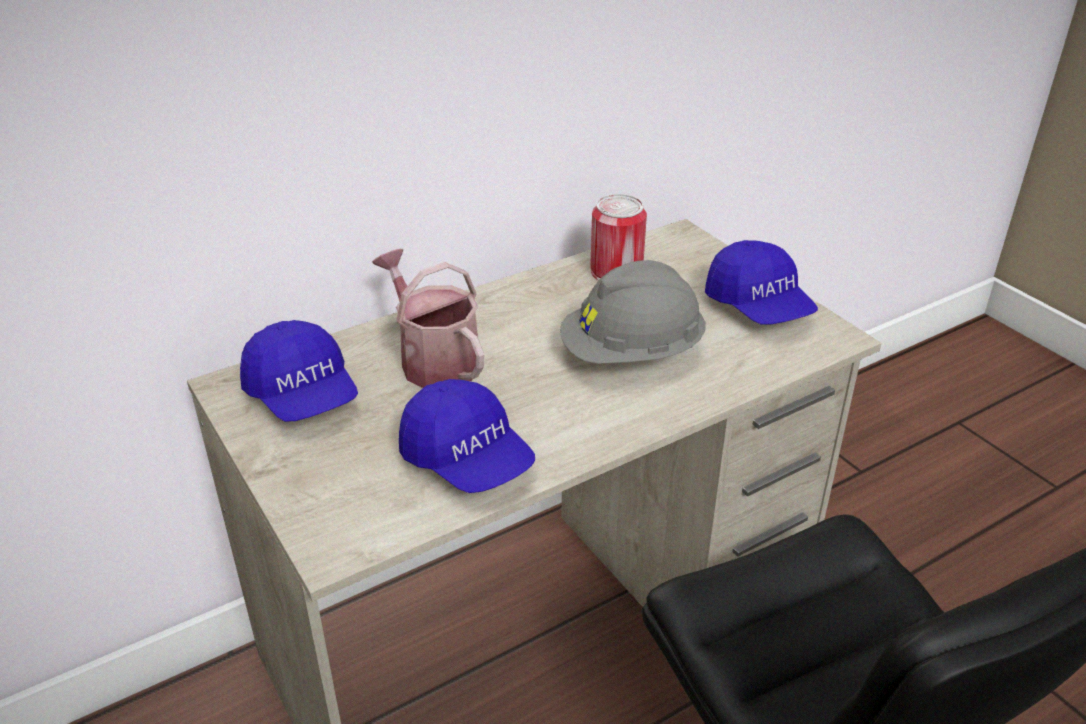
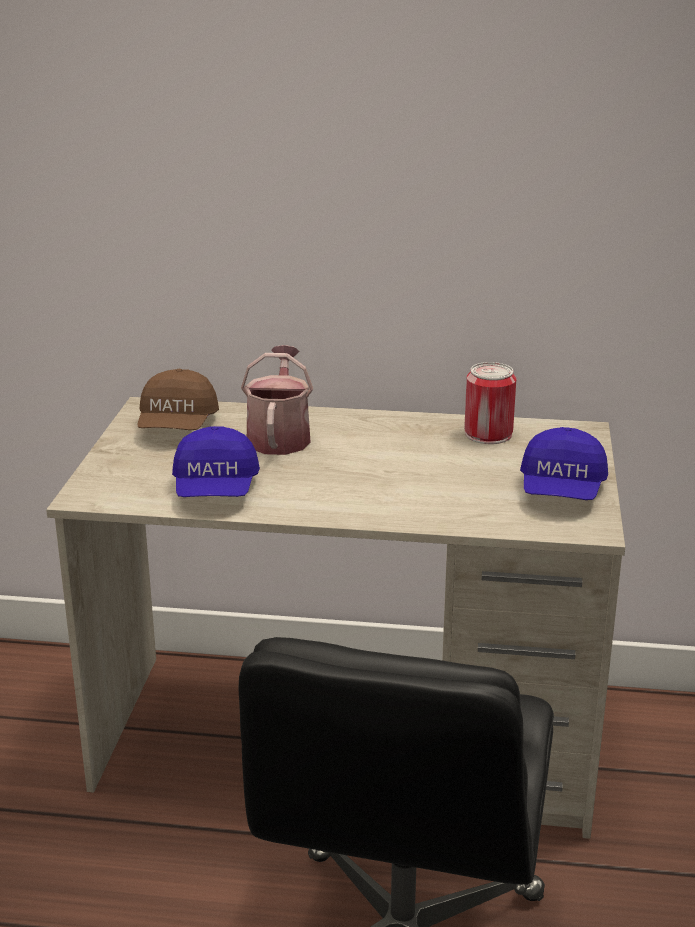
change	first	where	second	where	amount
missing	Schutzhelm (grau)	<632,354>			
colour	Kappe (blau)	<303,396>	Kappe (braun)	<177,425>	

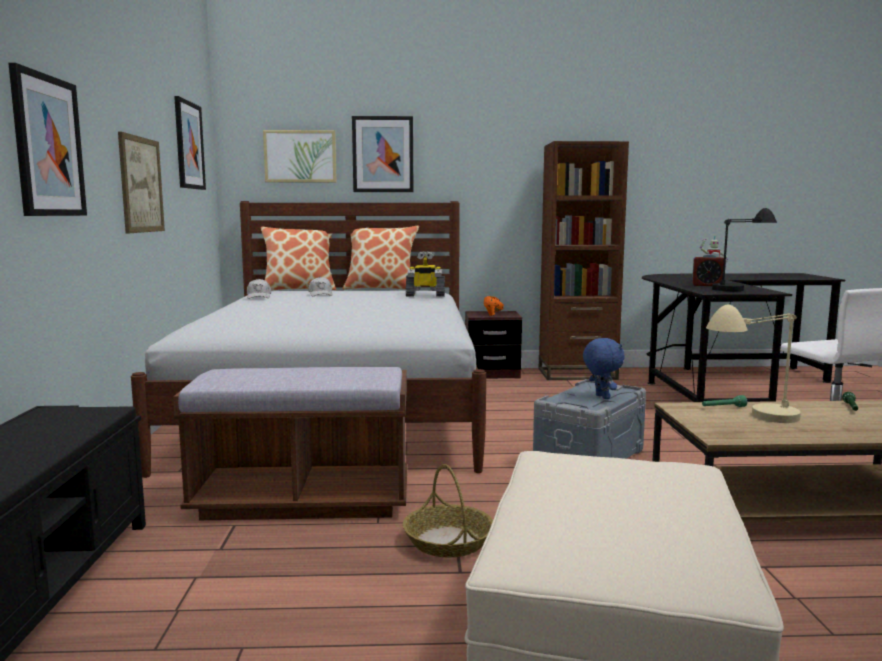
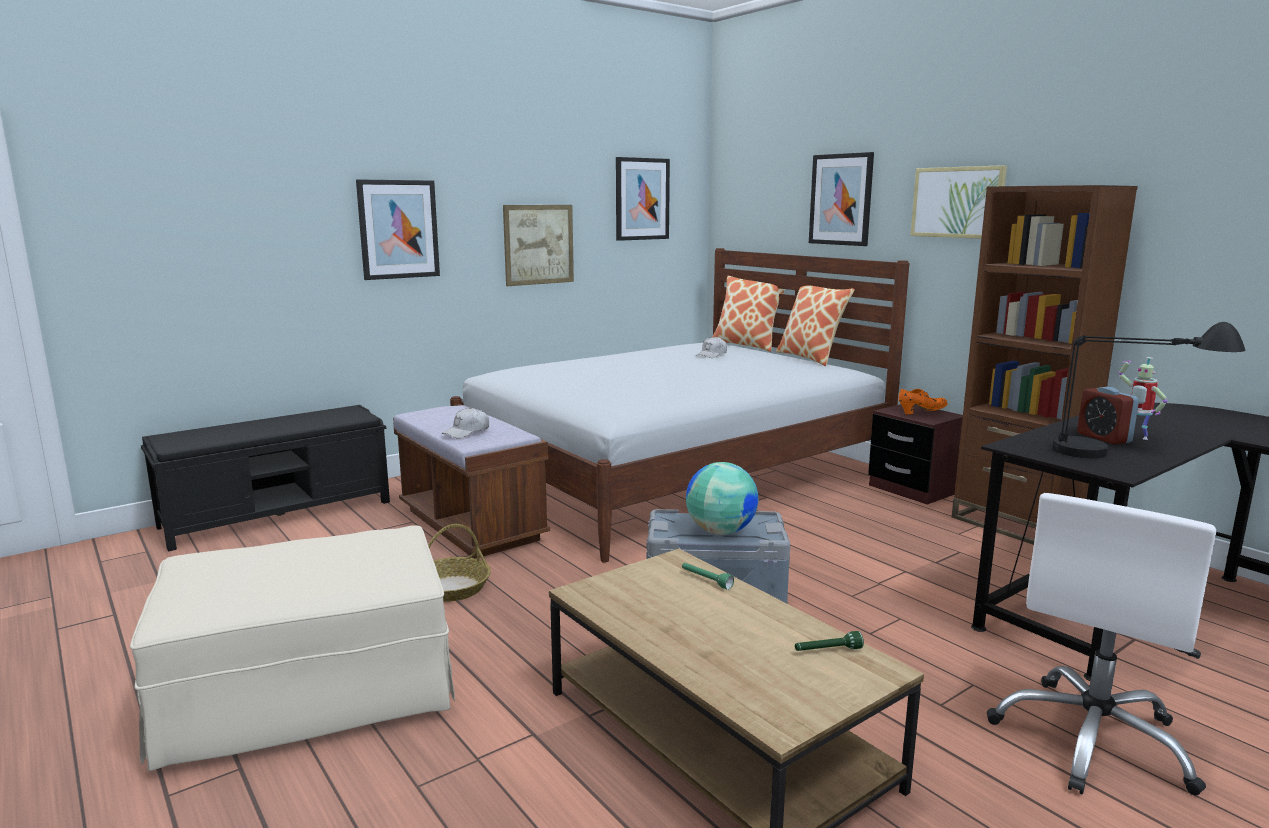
change	first	where	second	where	amount
relocated	Bild	<300,156>		<957,202>	
missing	Spielzeugroboter	<425,295>			
relocated	Kappe (weiß)	<259,296>		<466,432>	
missing	Tischlampe (beige)	<752,423>			
exchanged	Plüschtier (blau)	<601,397>	Globus	<720,531>	

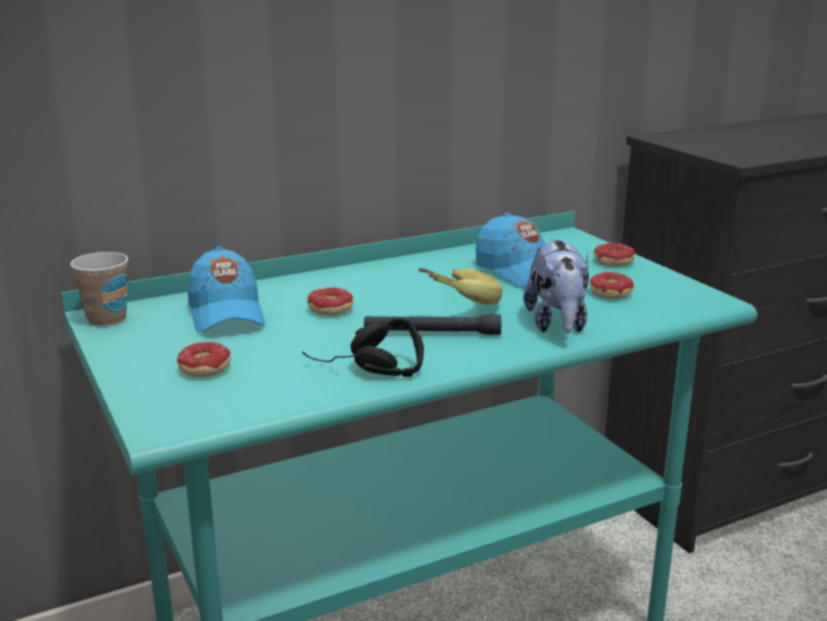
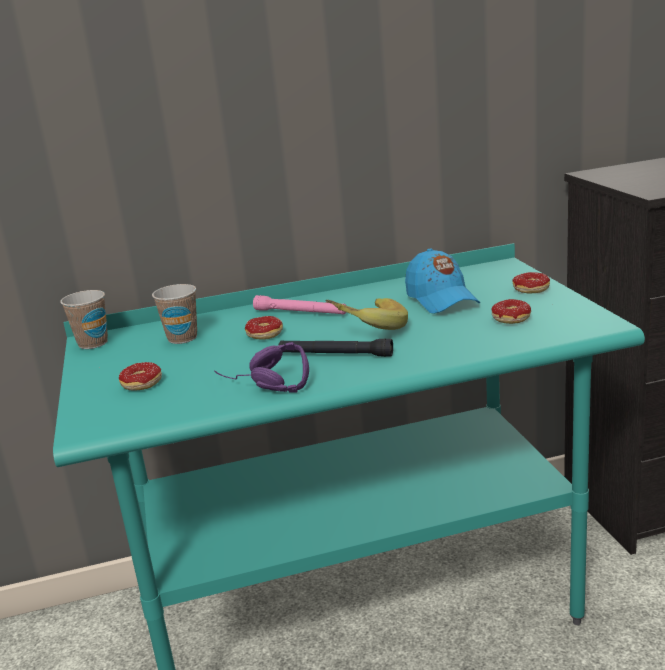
change	first	where	second	where	amount
missing	Plüschtier	<557,325>			
exchanged	Kappe (blau)	<226,313>	Tasse	<182,338>	
colour	Kopfhörer (schwarz)	<364,371>	Kopfhörer (lila)	<262,387>	
appeared			Taschenlampe (rosa)	<300,313>	

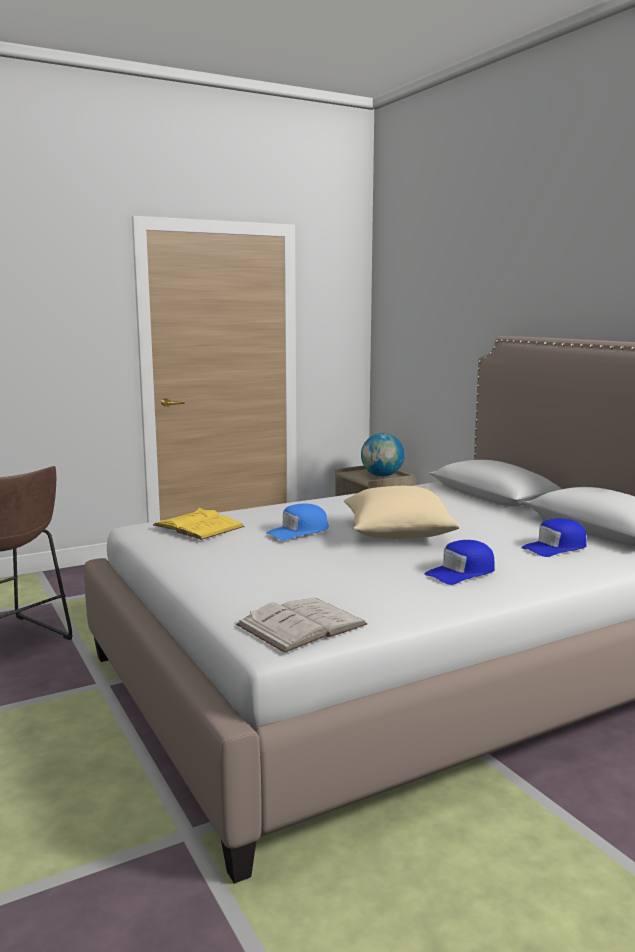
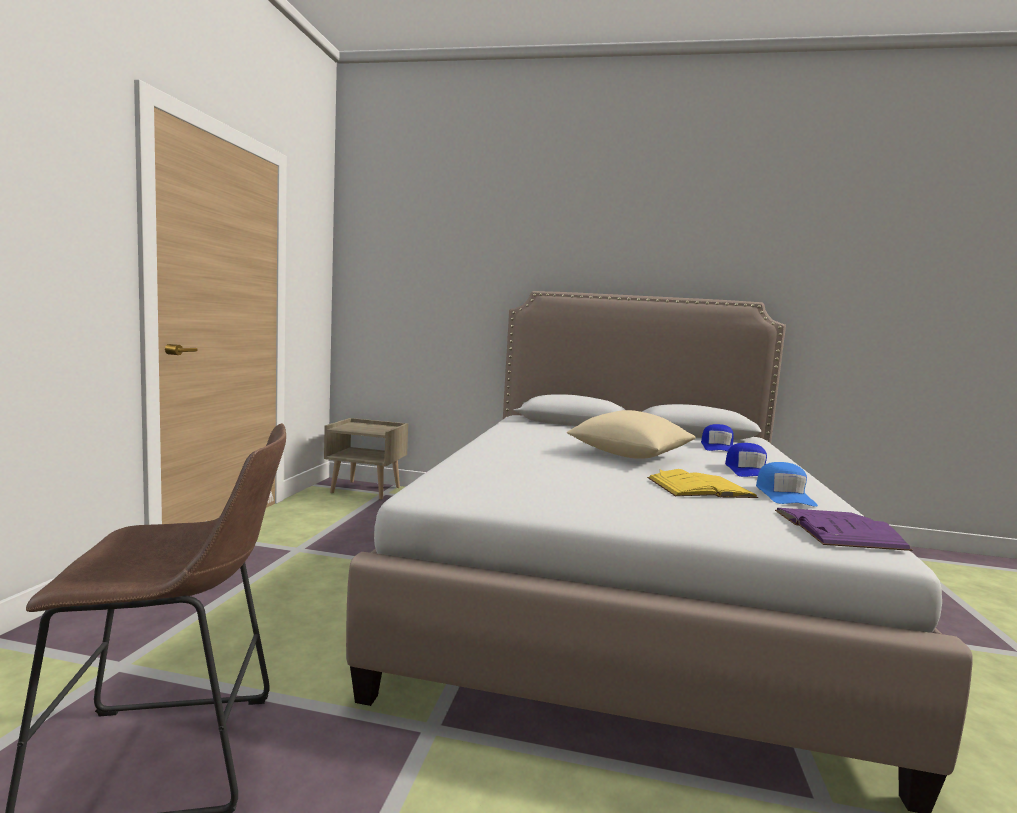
change	first	where	second	where	amount
missing	Globus	<382,475>			
relocated	Kappe (blau)	<298,531>		<783,495>	
relocated	Buch (gelb)	<198,526>		<700,487>	
colour	Buch (weiß)	<301,624>	Buch (lila)	<837,529>	

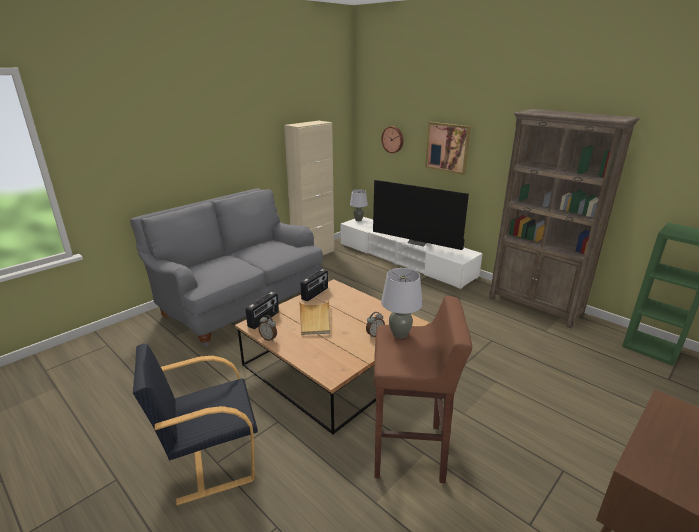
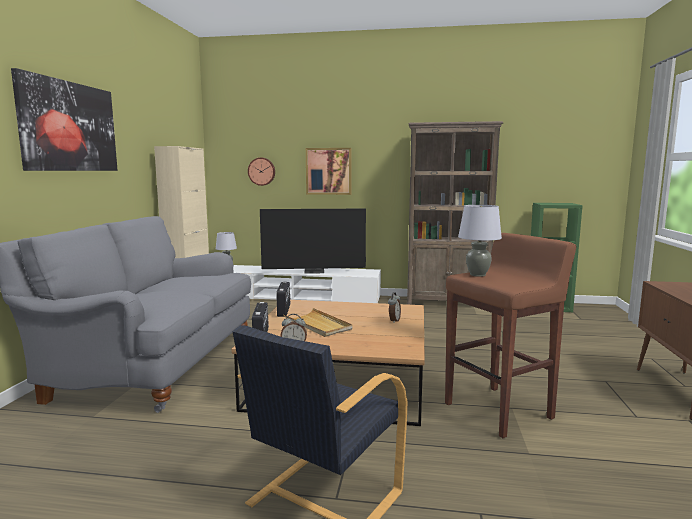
change	first	where	second	where	amount
appeared			Bild	<69,126>	

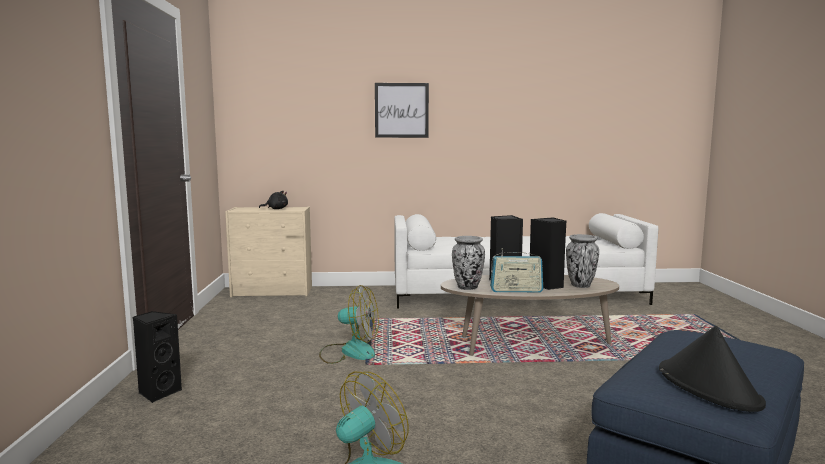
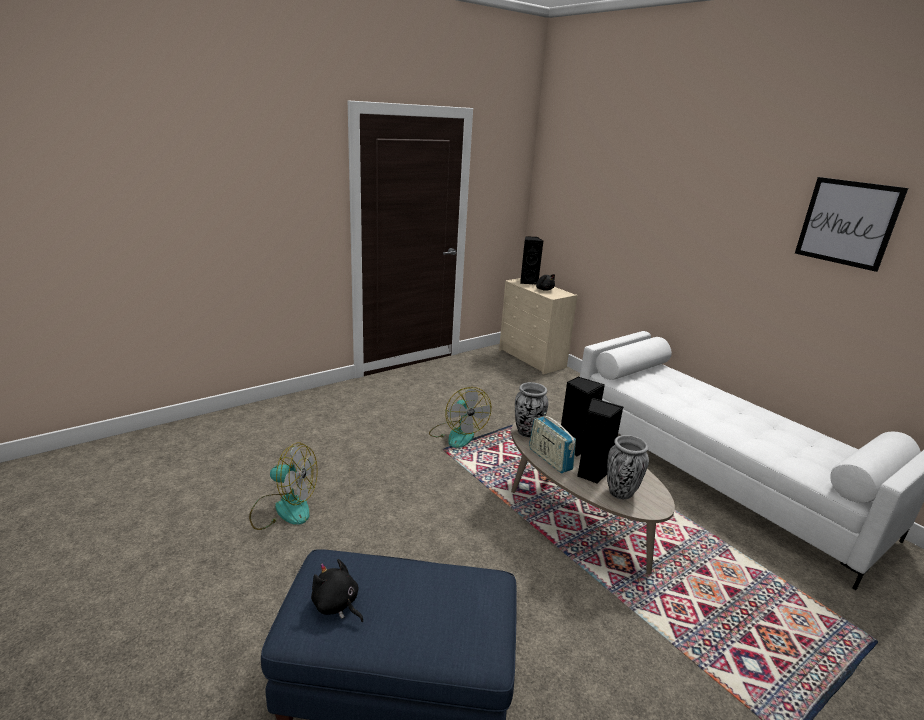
change	first	where	second	where	amount
relocated	Bild	<401,110>		<847,223>	
relocated	Lautsprecher (schwarz)	<158,393>		<528,282>	
exchanged	Hut (schwarz)	<708,387>	Plüschtier (schwarz)	<337,605>	

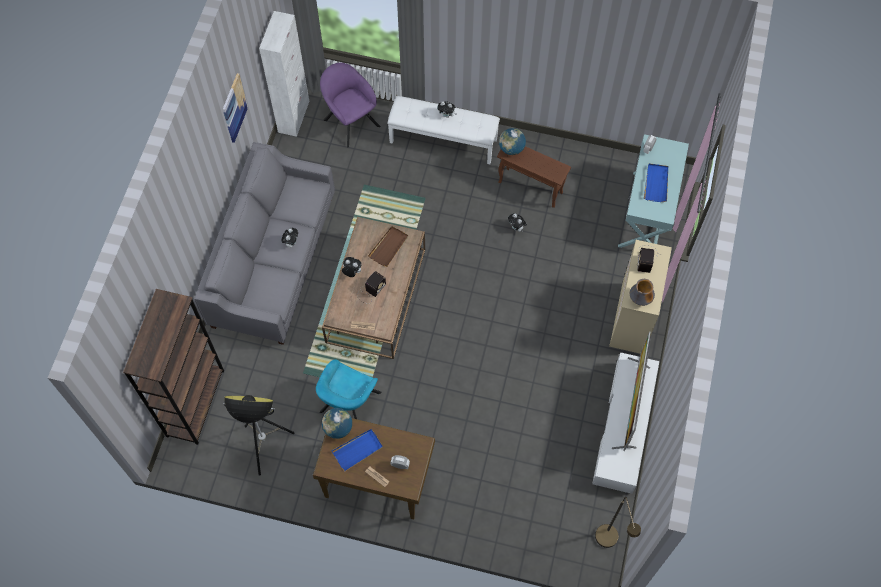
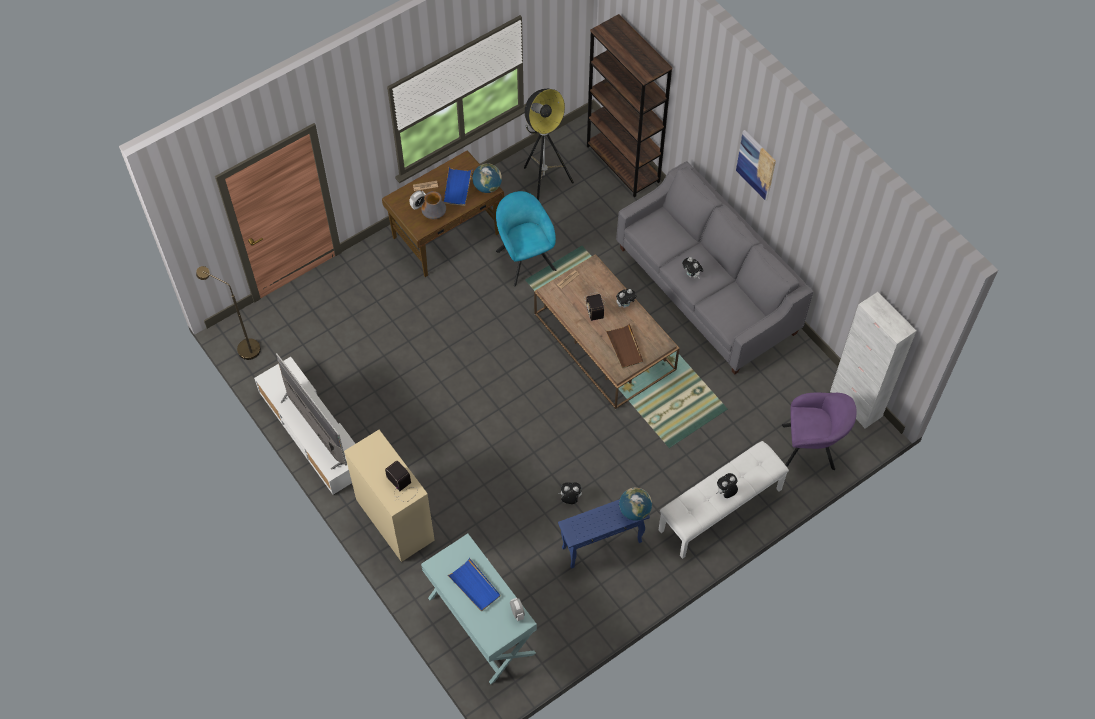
change	first	where	second	where	amount
relocated	Bild	<234,108>		<756,165>	
colour	Beistelltisch (braun)	<530,187>	Beistelltisch (blau)	<601,544>	
relocated	Vase	<640,299>		<434,215>	

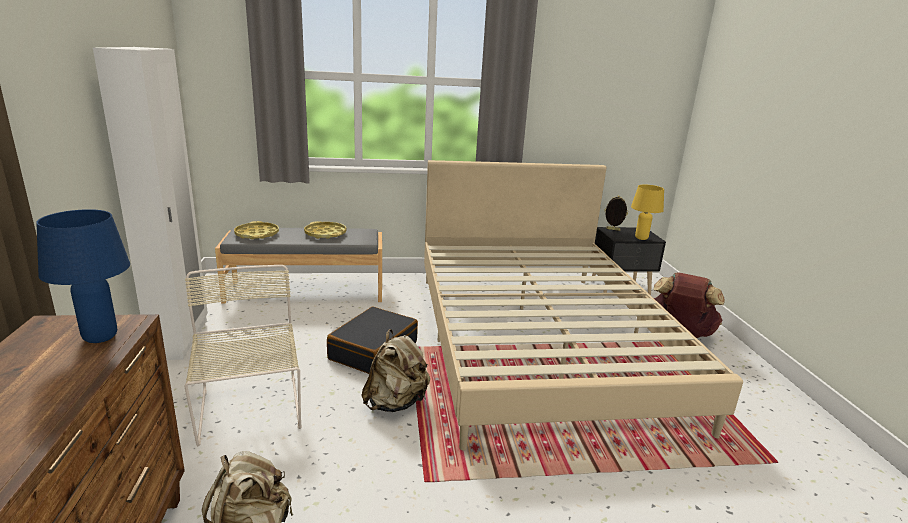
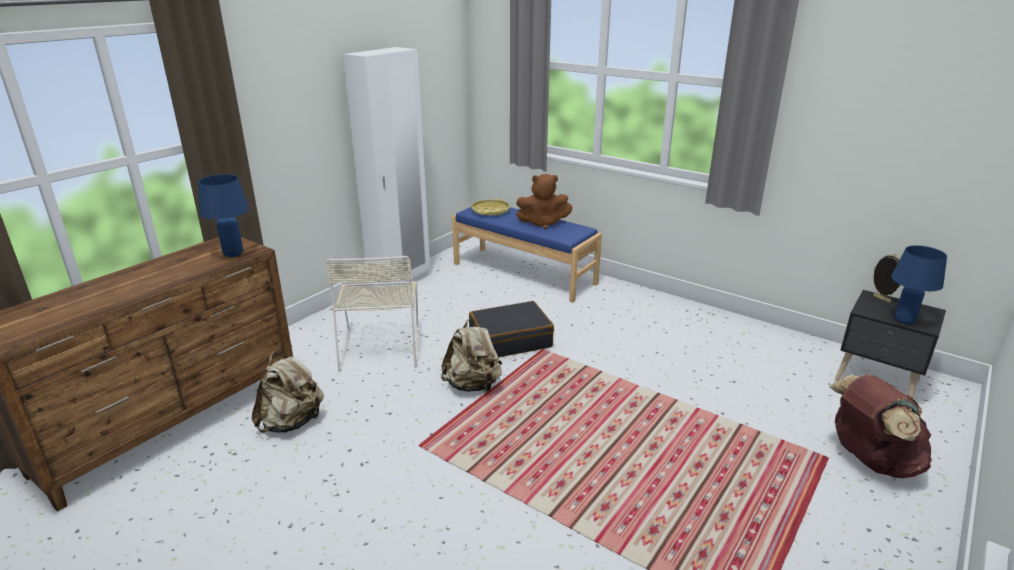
change	first	where	second	where	amount
missing	Bett (beige)	<540,341>			
colour	Tischlampe (gelb)	<641,238>	Tischlampe (blau)	<904,320>	
exchanged	Tablett (gelb)	<325,234>	Plüschtier (braun)	<543,223>	
colour	Bank (grau)	<306,291>	Bank (blau)	<524,273>	
spun	Stuhl (beige)	<250,411>		<381,347>	150 degrees clockwise

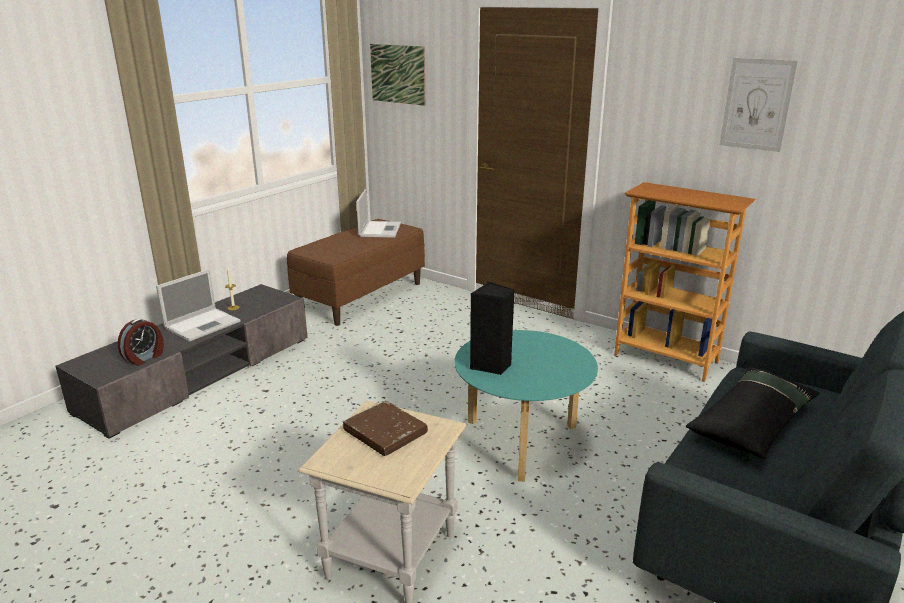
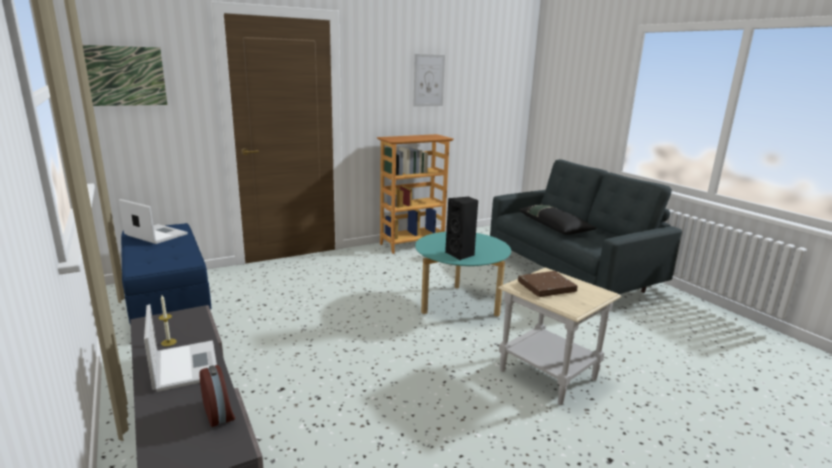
change	first	where	second	where	amount
colour	Bank (braun)	<361,296>	Bank (blau)	<167,305>	

